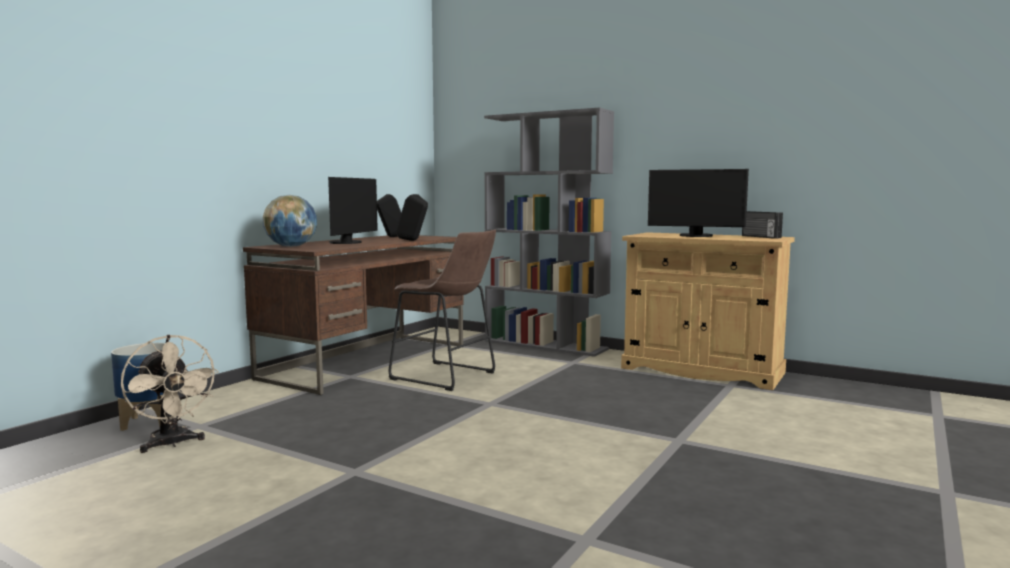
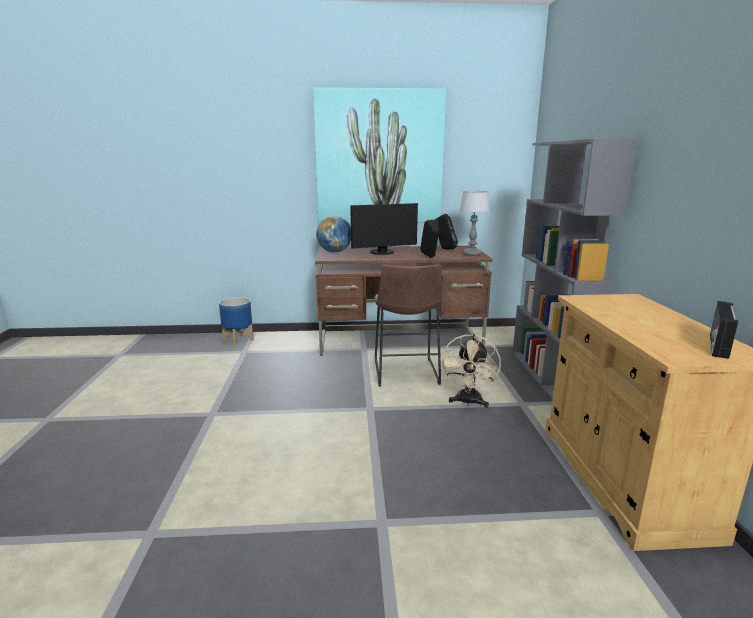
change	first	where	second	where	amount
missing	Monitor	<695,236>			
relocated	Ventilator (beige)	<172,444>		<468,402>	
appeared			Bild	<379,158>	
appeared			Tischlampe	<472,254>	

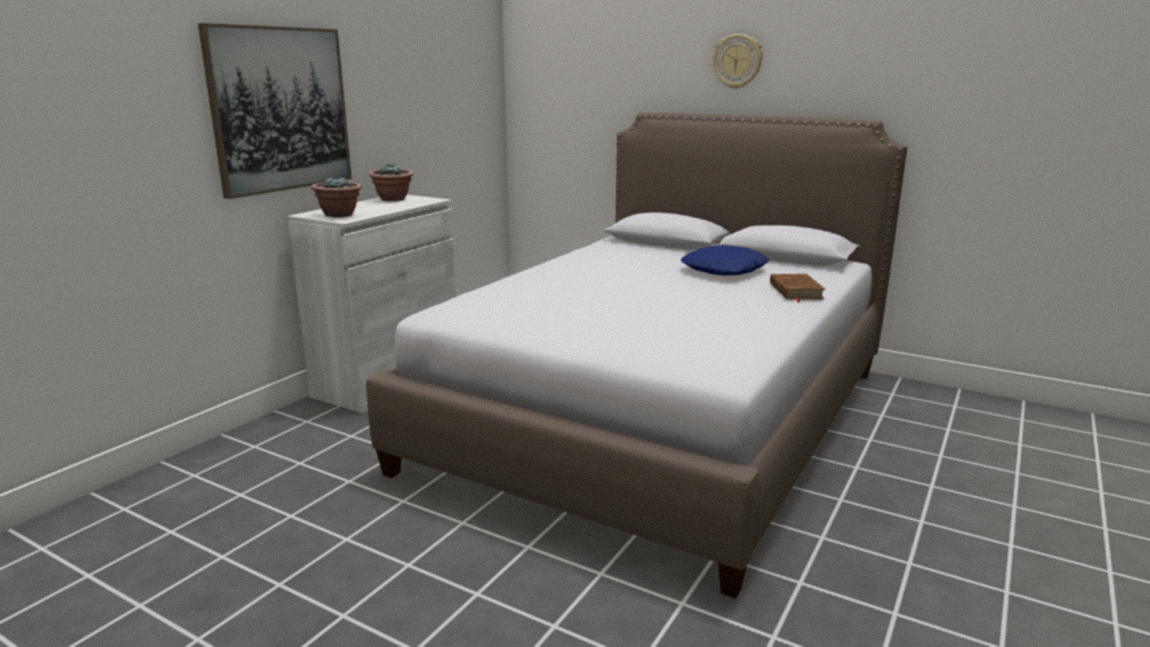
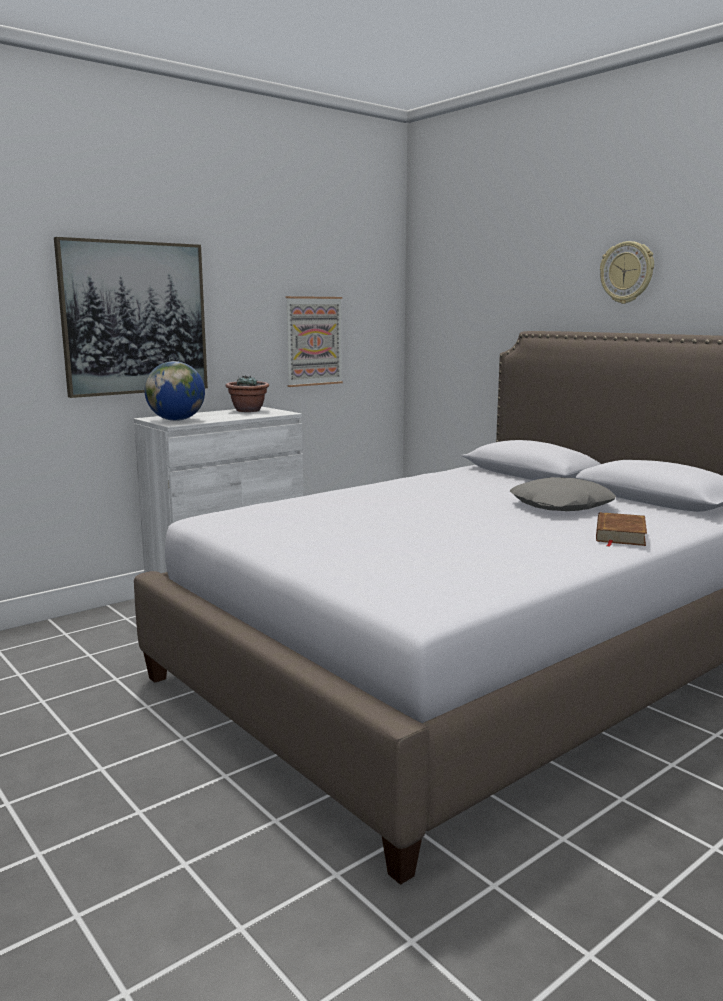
change	first	where	second	where	amount
exchanged	Topfpflanze	<339,215>	Globus	<176,420>	
colour	Kissen (blau)	<724,270>	Kissen (grau)	<561,506>	
appeared			Bild	<313,341>	

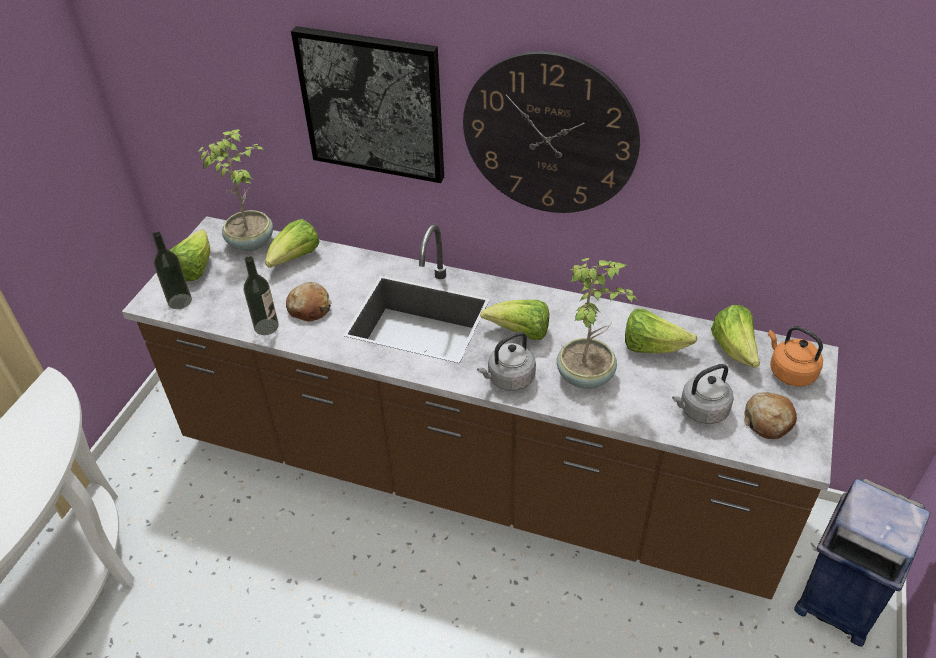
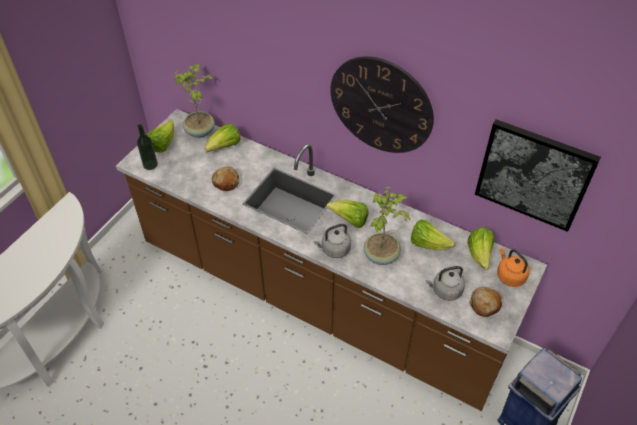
change	first	where	second	where	amount
relocated	Bild	<373,104>		<534,174>	
missing	Flasche	<266,326>			

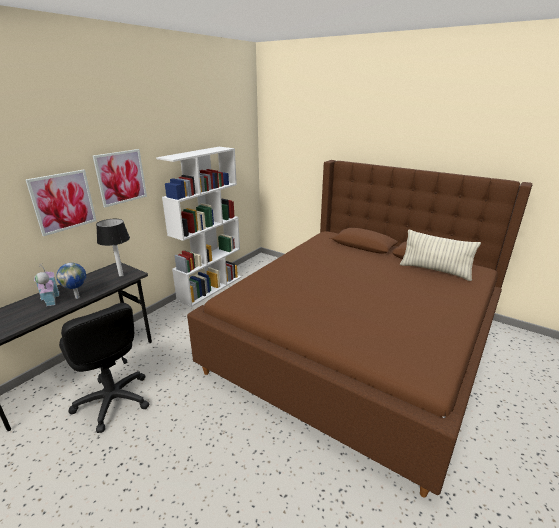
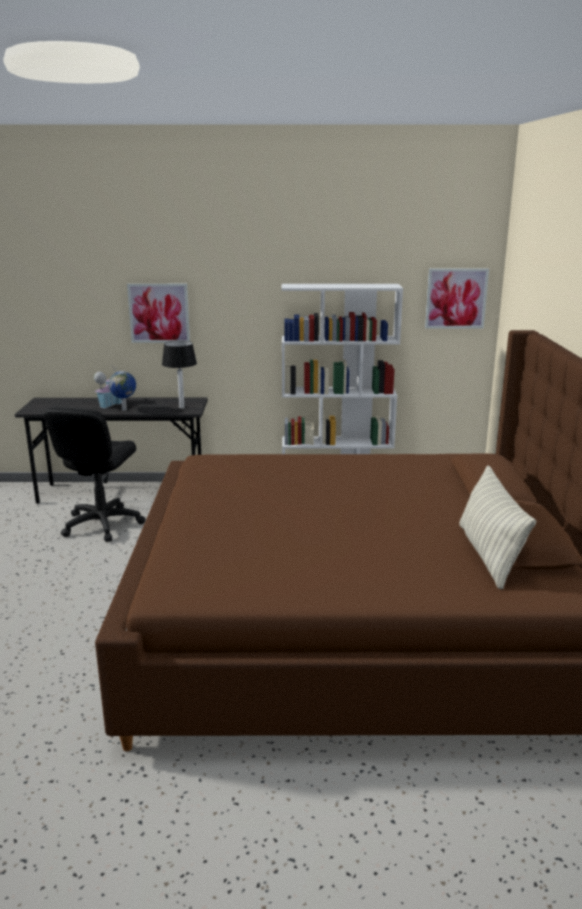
change	first	where	second	where	amount
relocated	Bild	<120,177>		<456,298>	

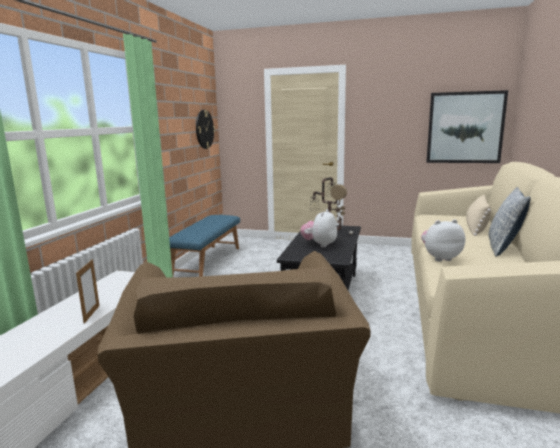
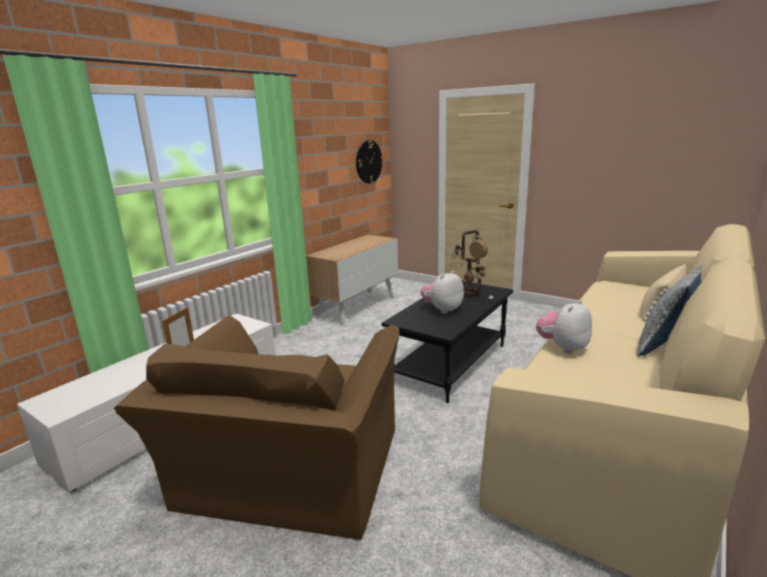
change	first	where	second	where	amount
missing	Bild	<465,127>			
exchanged	Bank (blau)	<207,261>	Schrank	<357,306>	
spun	Plüschtier	<440,258>		<563,348>	60 degrees counterclockwise

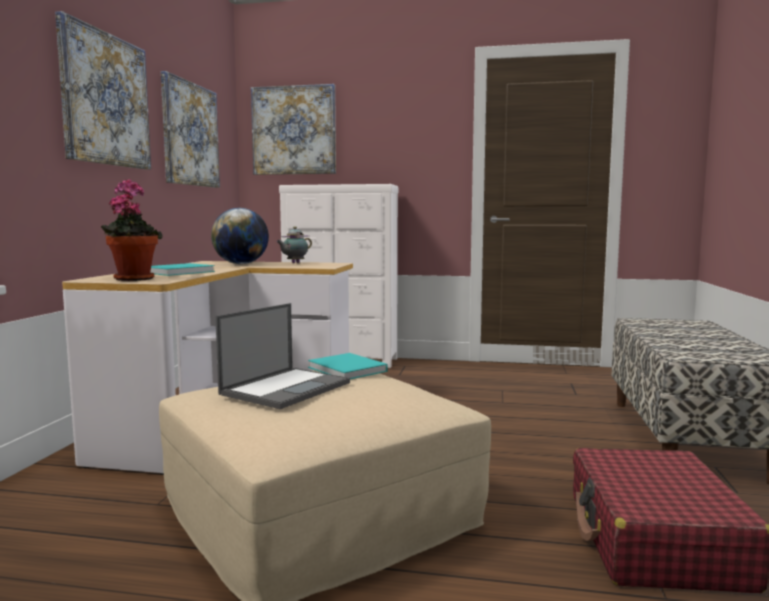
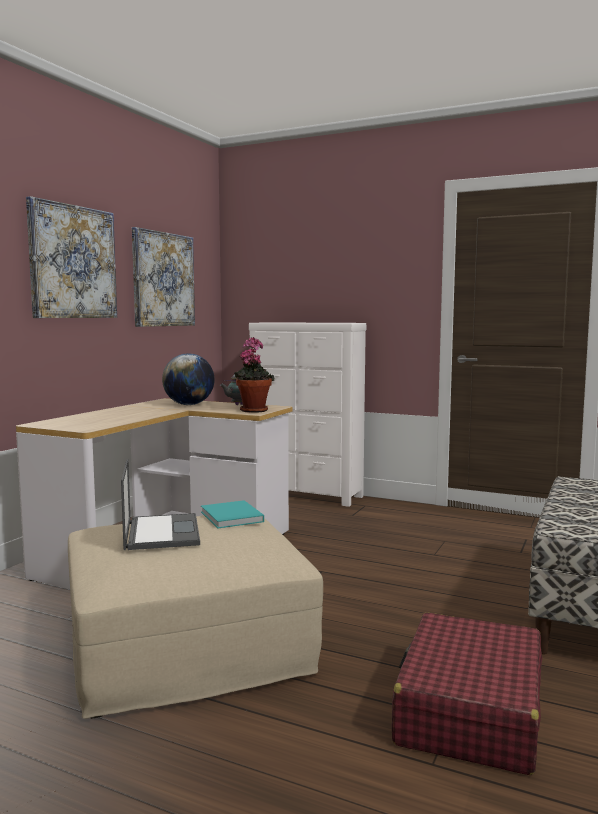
change	first	where	second	where	amount
missing	Bild	<294,130>			
relocated	Topfpflanze	<133,278>		<253,410>	
missing	Buch (türkis)	<181,272>			
spun	Laptop	<286,388>		<161,532>	60 degrees counterclockwise

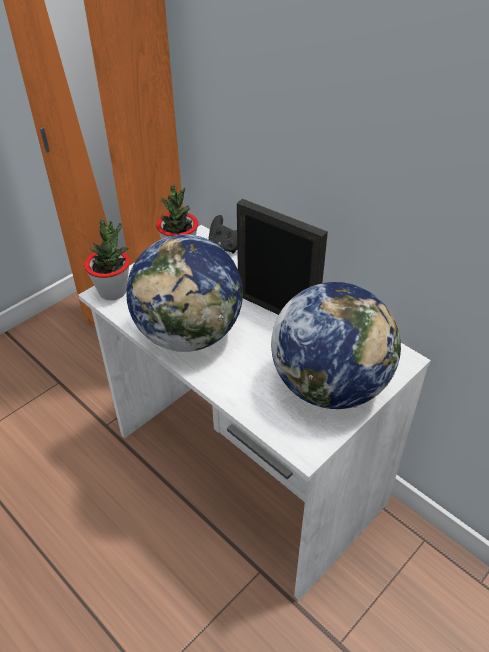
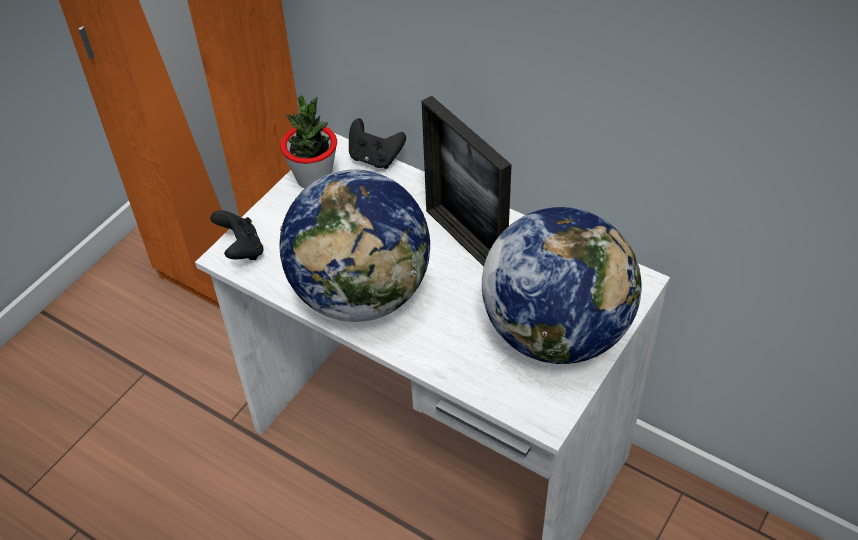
change	first	where	second	where	amount
spun	Bilderrahmen	<277,310>		<465,241>	150 degrees counterclockwise
exchanged	Topfpflanze	<113,291>	Gamepad (schwarz)	<241,250>	

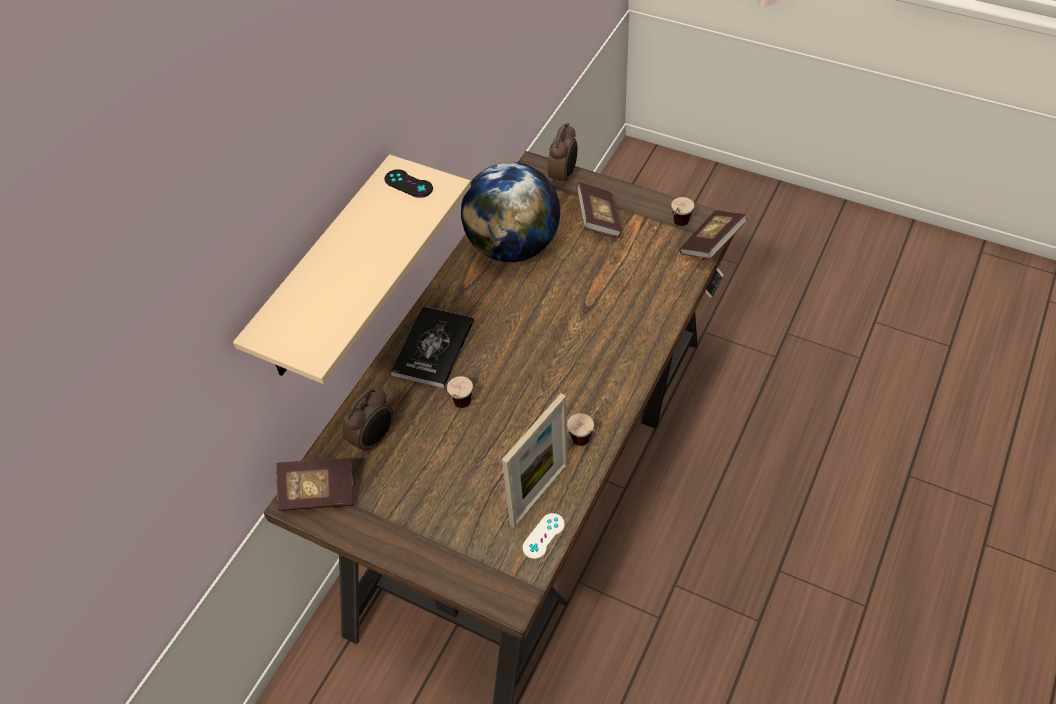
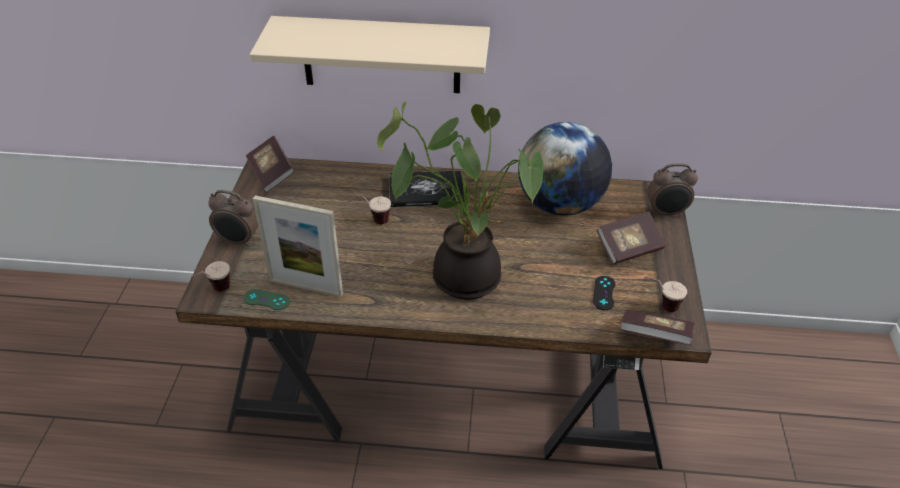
change	first	where	second	where	amount
relocated	Gamepad (schwarz)	<408,184>		<604,293>	
relocated	Wecker	<374,439>		<238,241>	
relocated	Tasse	<587,445>		<215,292>	
colour	Gamepad (weiß)	<543,536>	Gamepad (grün)	<266,300>	
appeared			Topfpflanze	<465,274>	

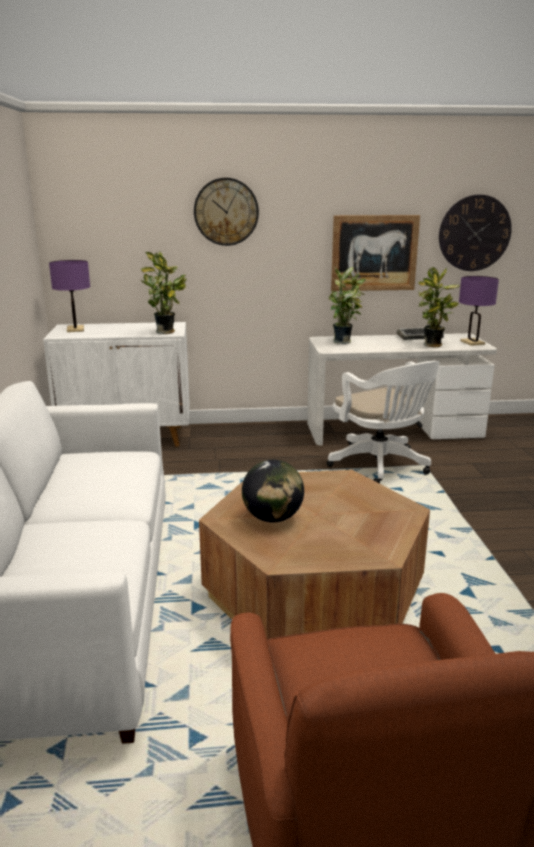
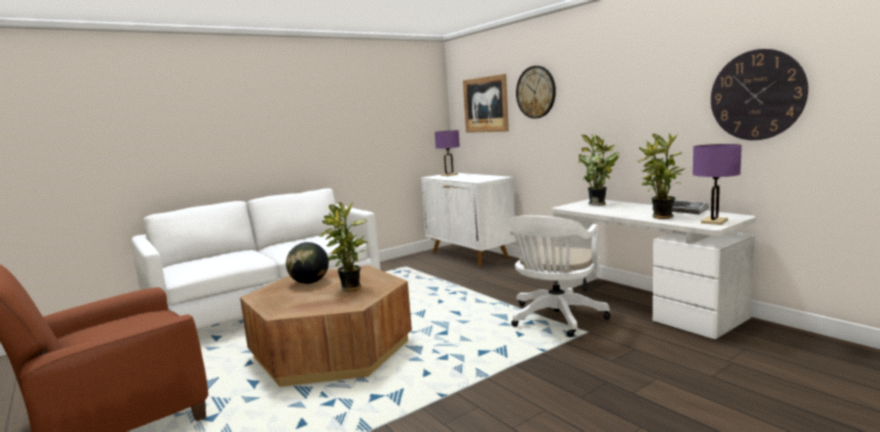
change	first	where	second	where	amount
relocated	Bild	<374,253>		<485,104>	
relocated	Topfpflanze	<167,332>		<350,289>	

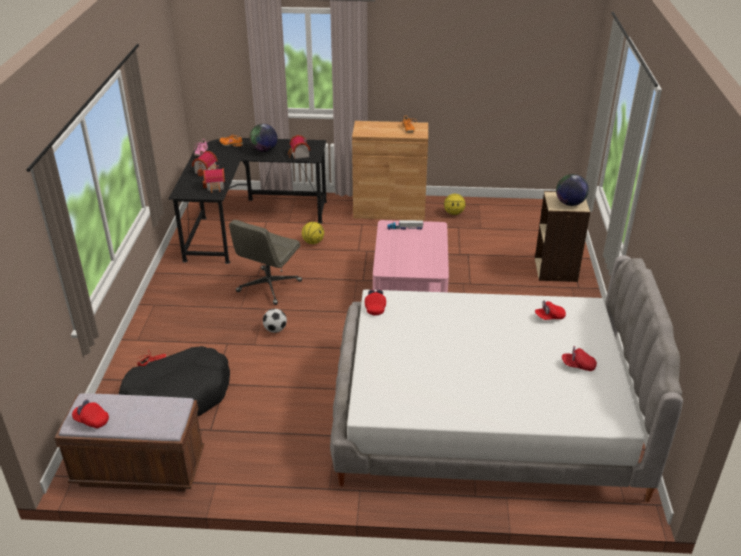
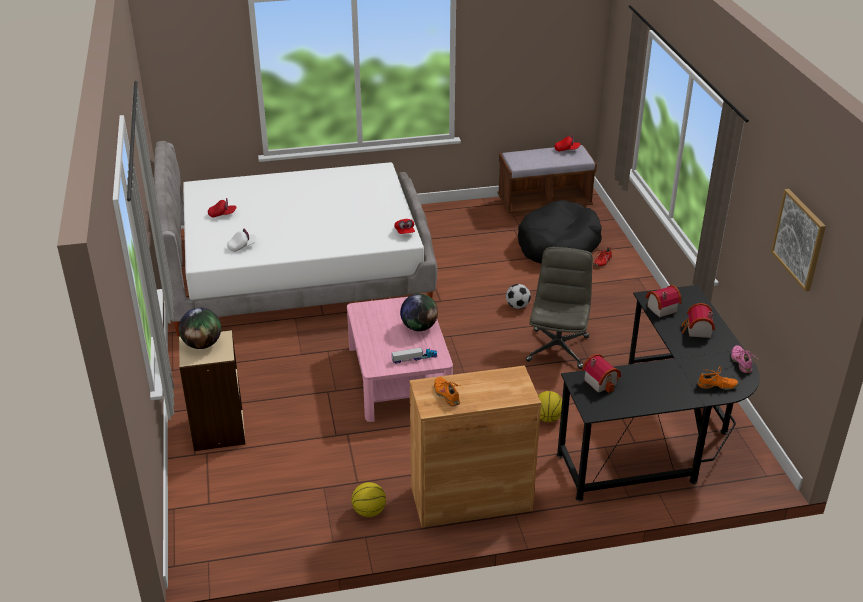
change	first	where	second	where	amount
relocated	Globus	<264,150>		<419,327>	
colour	Kappe (rot)	<549,317>	Kappe (weiß)	<242,246>	
appeared			Bild	<799,239>	

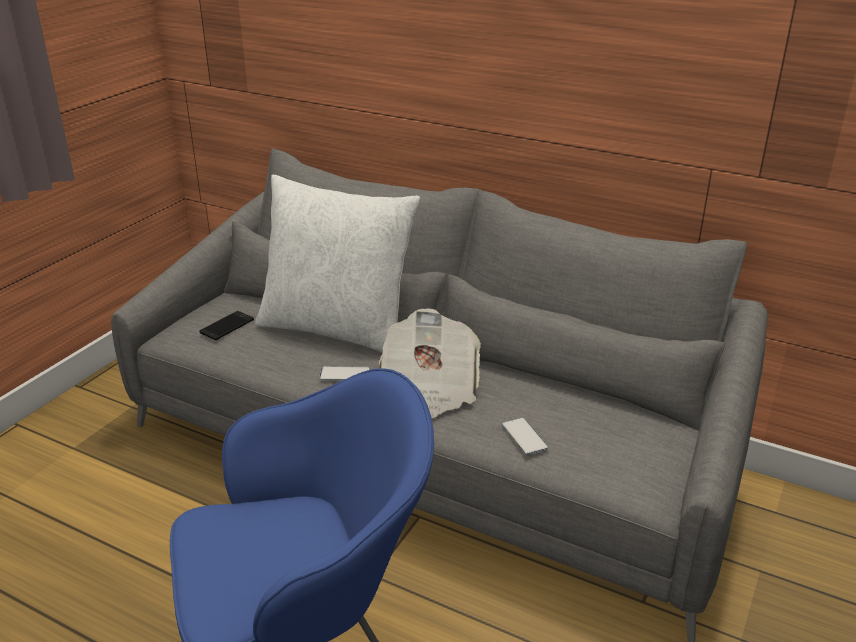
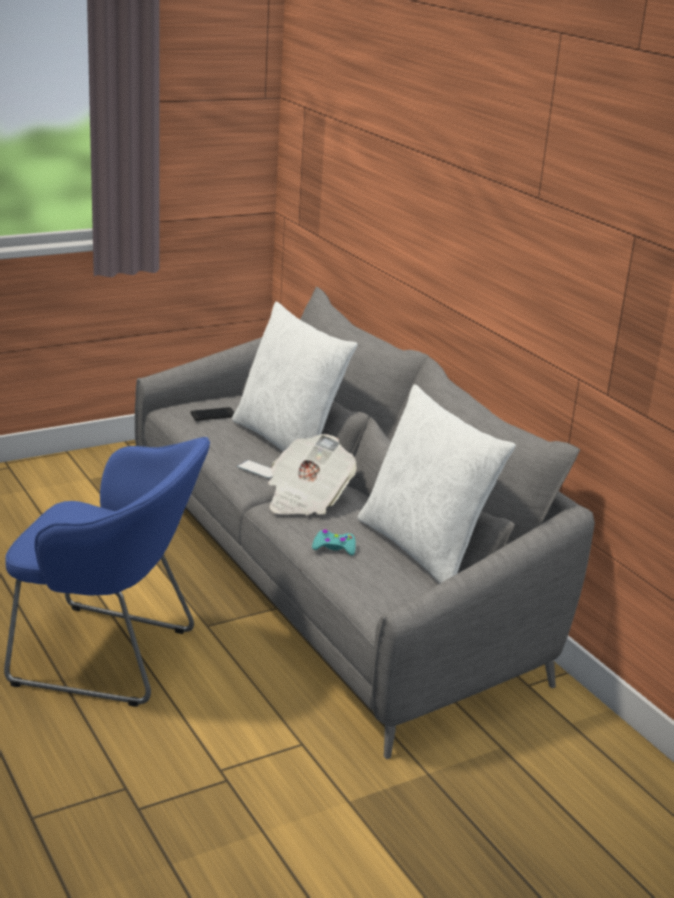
change	first	where	second	where	amount
exchanged	Handy	<524,436>	Gamepad (türkis)	<334,548>	
appeared			Kissen (weiß)	<424,549>	

